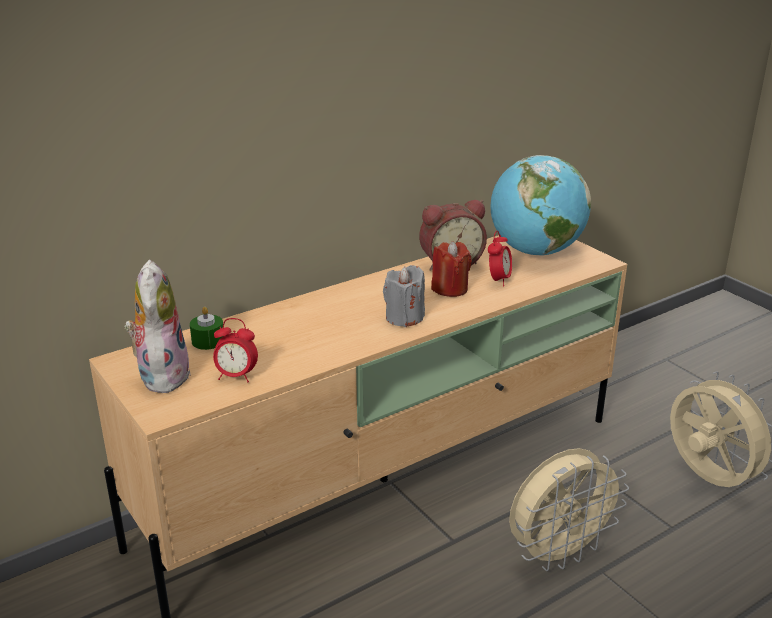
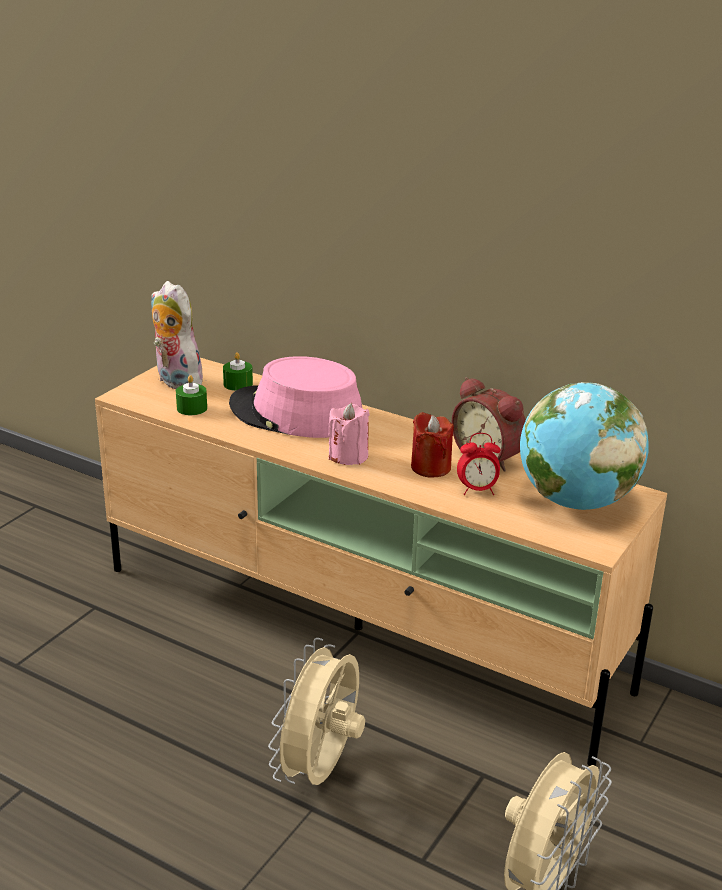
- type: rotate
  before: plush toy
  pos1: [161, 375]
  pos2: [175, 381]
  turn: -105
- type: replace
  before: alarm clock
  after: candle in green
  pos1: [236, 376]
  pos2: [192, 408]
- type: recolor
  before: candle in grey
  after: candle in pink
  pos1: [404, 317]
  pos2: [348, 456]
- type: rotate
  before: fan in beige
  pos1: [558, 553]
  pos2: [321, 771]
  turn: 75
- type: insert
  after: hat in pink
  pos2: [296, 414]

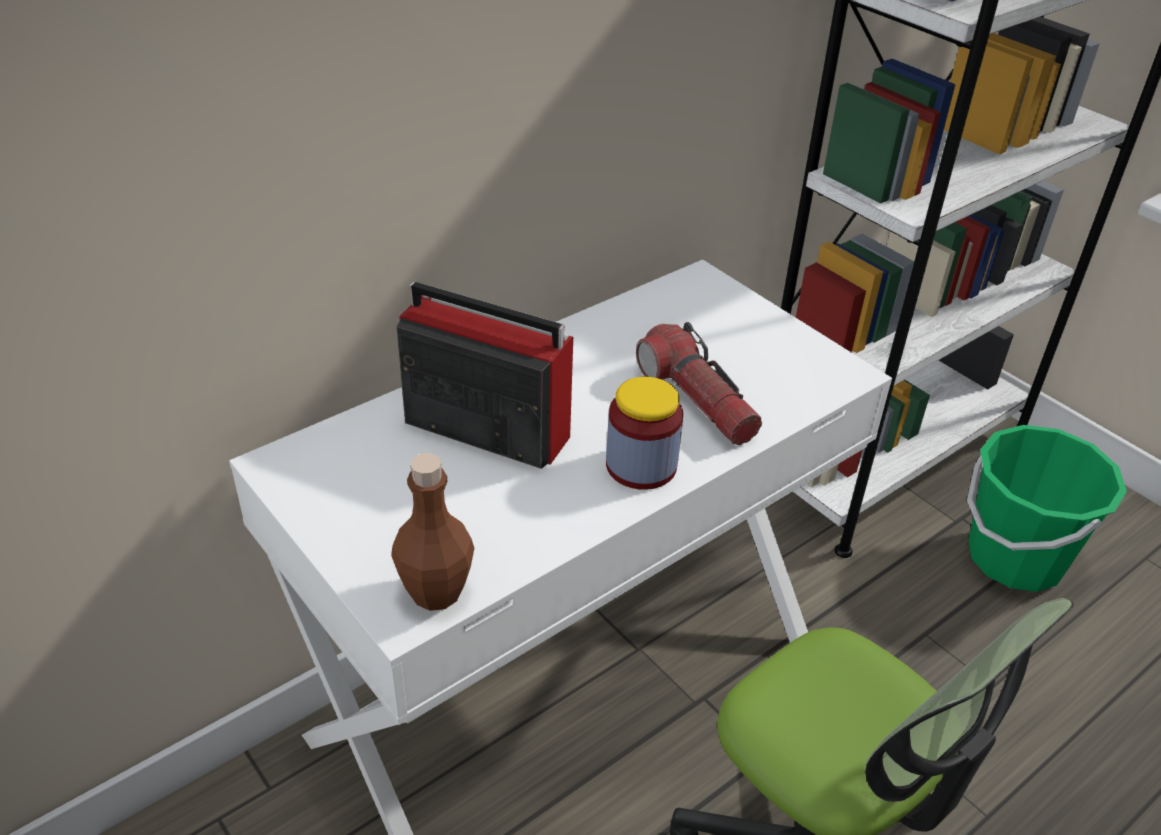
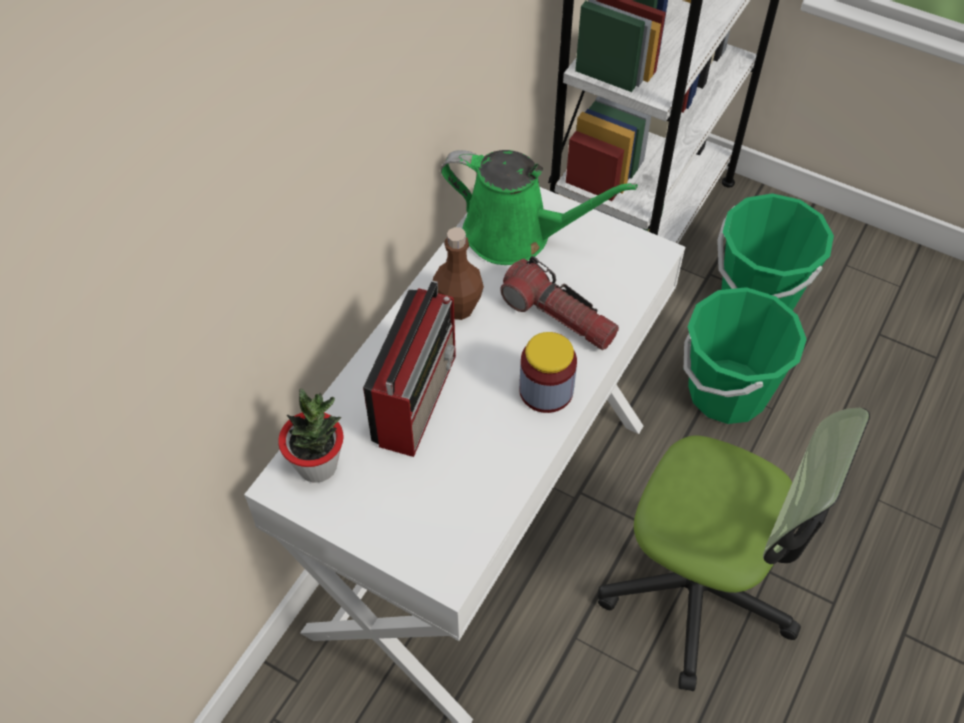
- type: move
  before: bottle in brown
  pos1: [436, 592]
  pos2: [458, 308]
- type: rotate
  before: radio
  pos1: [483, 428]
  pos2: [417, 397]
  turn: 105
- type: insert
  after: potted plant
  pos2: [318, 465]
- type: insert
  after: watering can in green
  pos2: [516, 234]
- type: insert
  after: bucket in green
  pos2: [727, 392]

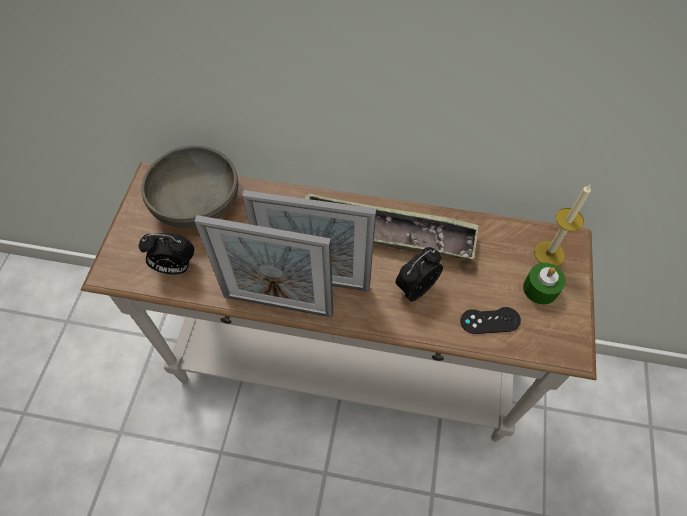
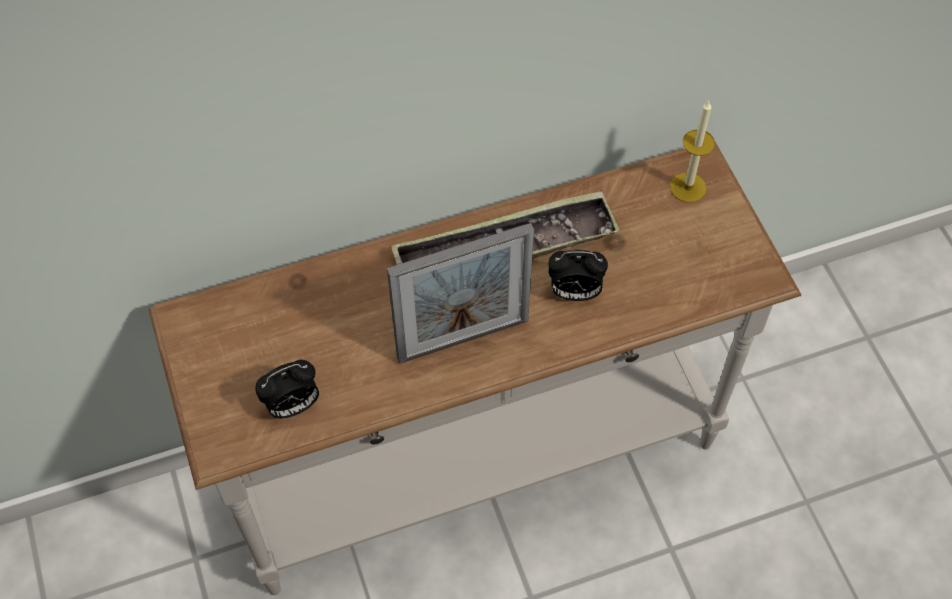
- type: delete
  before: bowl in grey
  pos1: [197, 203]
- type: delete
  before: picture frame
  pos1: [278, 304]
- type: rotate
  before: alarm clock
  pos1: [415, 288]
  pos2: [574, 292]
  turn: -105
- type: delete
  before: game controller in black
  pos1: [490, 320]
- type: delete
  before: candle in green
  pos1: [540, 289]

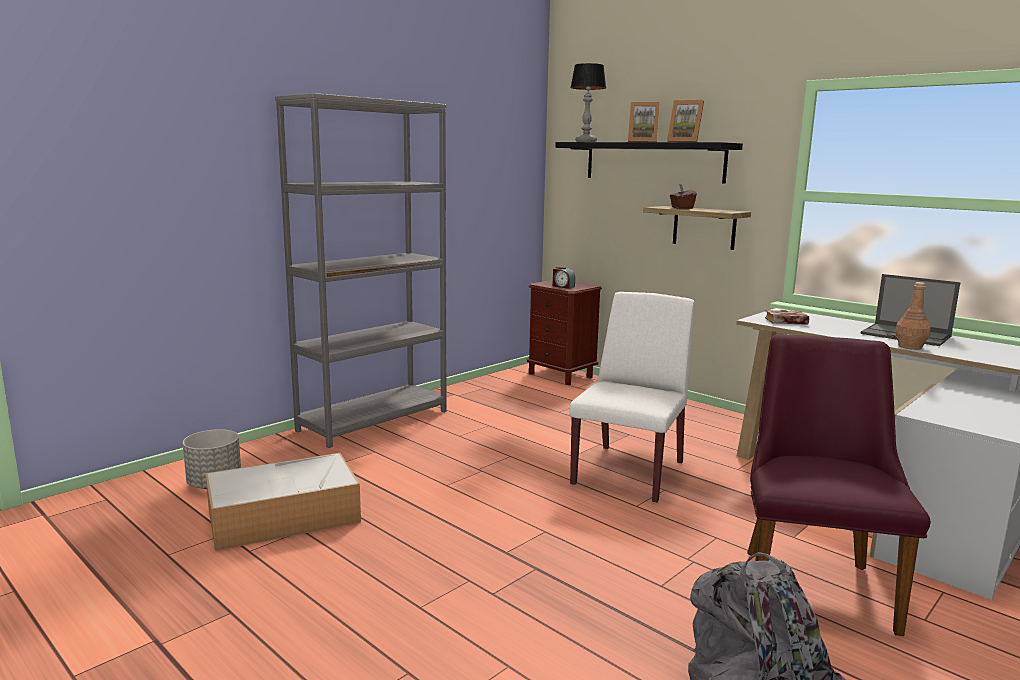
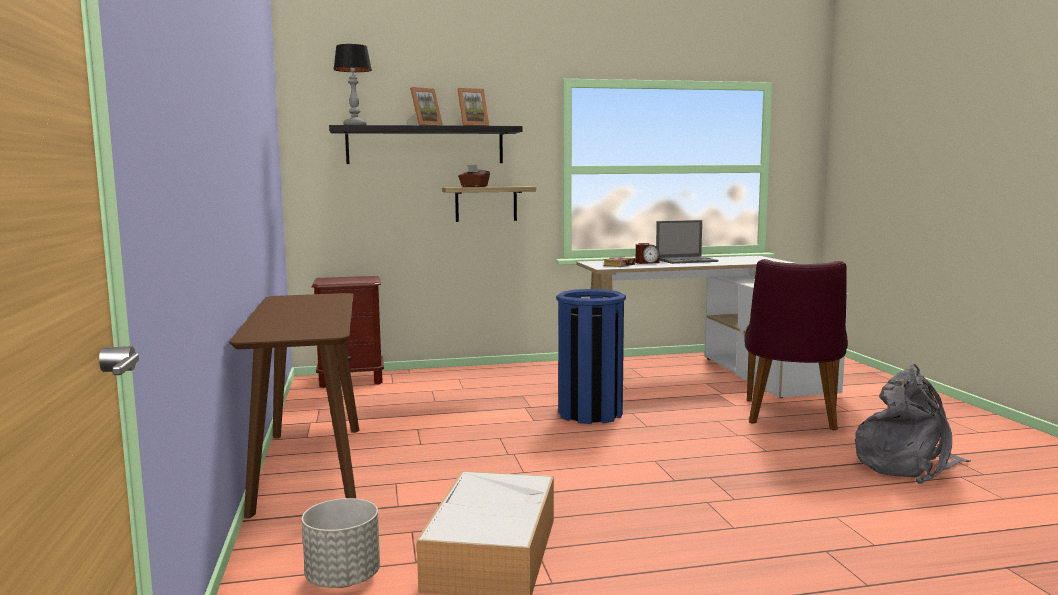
- type: replace
  before: bookcase in grey
  after: console table in brown
  pos1: [374, 420]
  pos2: [309, 467]
- type: move
  before: alarm clock
  pos1: [563, 286]
  pos2: [647, 262]
- type: replace
  before: chair in white
  after: trash can in blue
  pos1: [629, 472]
  pos2: [590, 413]
- type: rotate
  before: chair in purple
  pos1: [812, 580]
  pos2: [791, 417]
  turn: -120
- type: delete
  before: bottle in brown
  pos1: [910, 347]

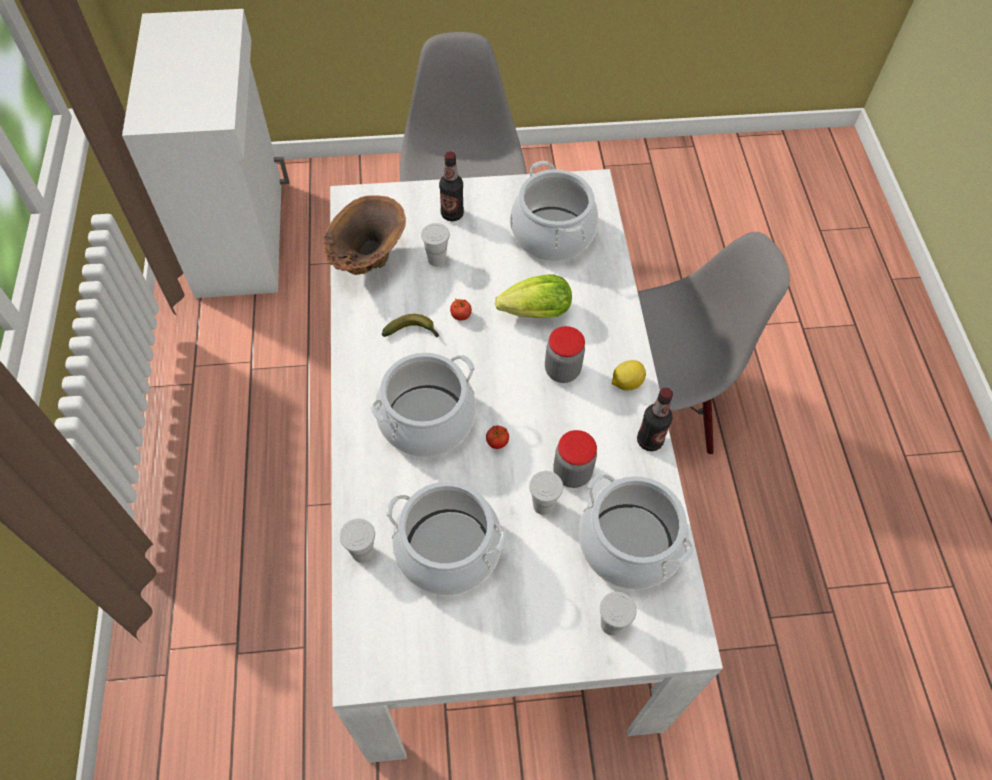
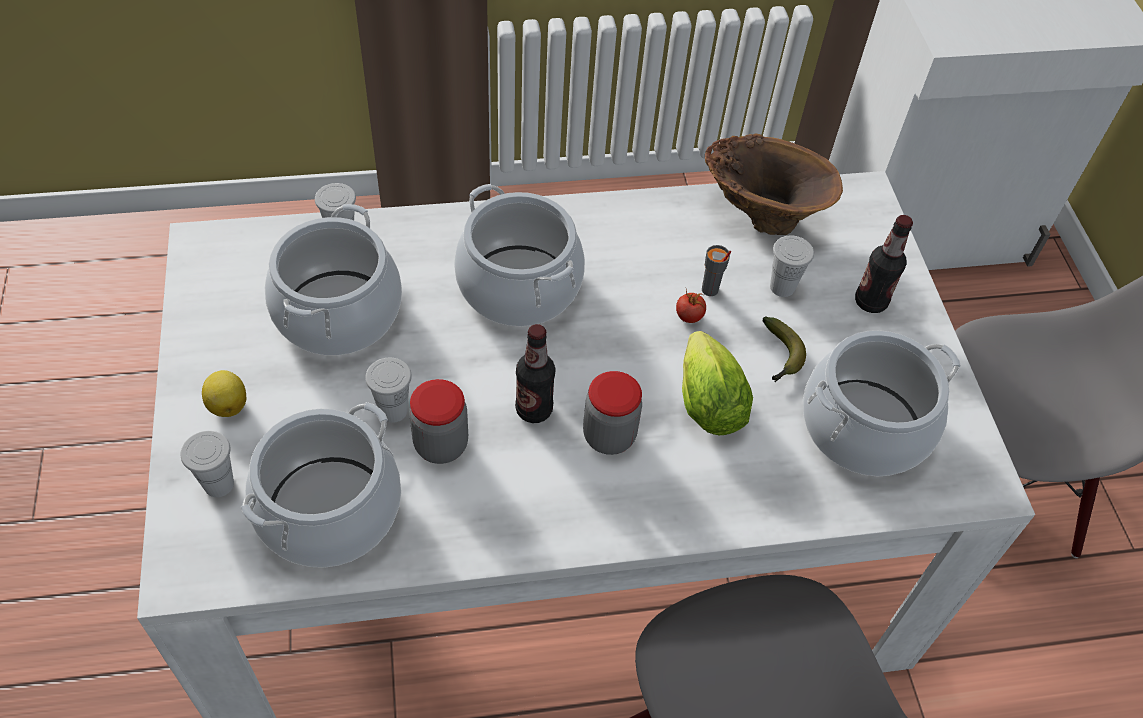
- type: move
  before: banana
  pos1: [413, 332]
  pos2: [780, 356]
- type: delete
  before: tomato
  pos1: [497, 442]
- type: move
  before: lemon
  pos1: [626, 383]
  pos2: [228, 404]
- type: move
  before: bottle
  pos1: [649, 440]
  pos2: [534, 409]
- type: insert
  after: cup in grey
  pos2: [710, 290]

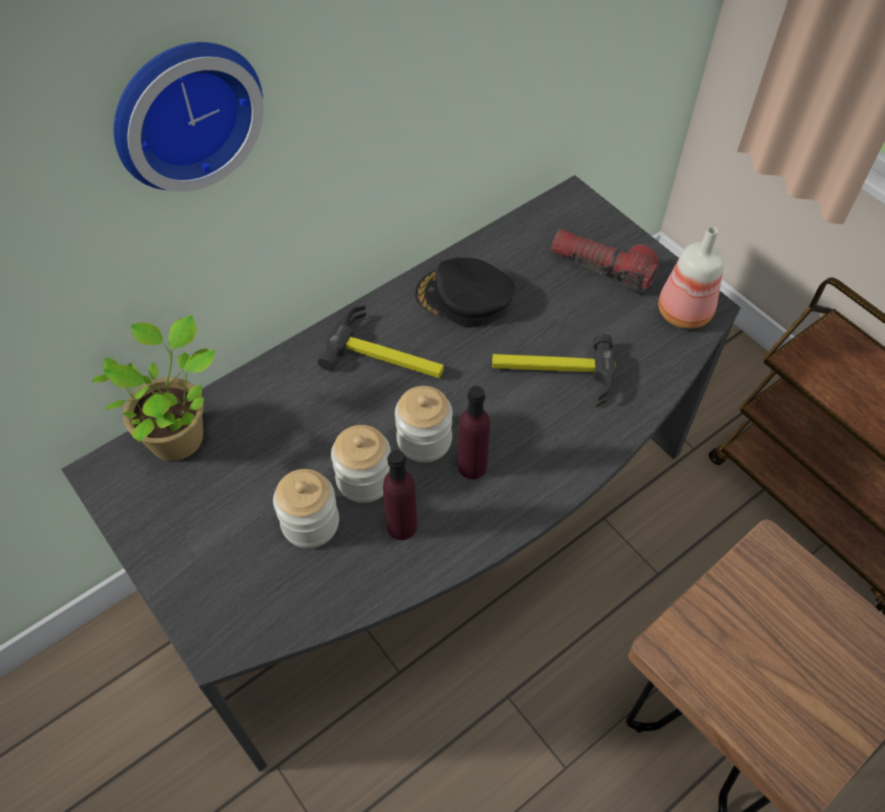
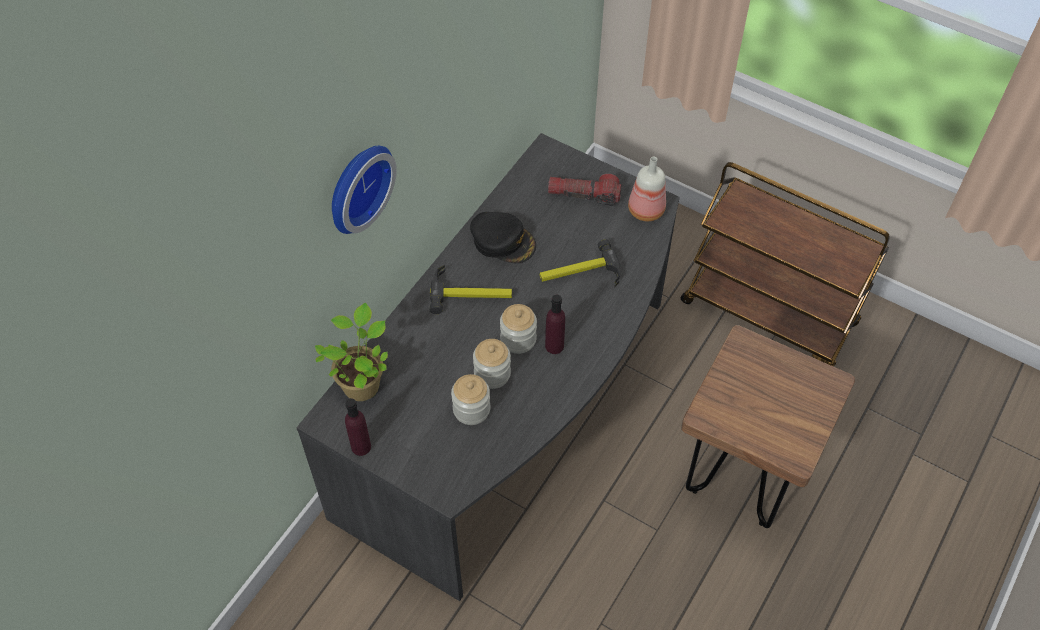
- type: move
  before: bottle in purple
  pos1: [402, 526]
  pos2: [361, 446]
- type: rotate
  before: cap in black
  pos1: [463, 298]
  pos2: [503, 241]
  turn: -150

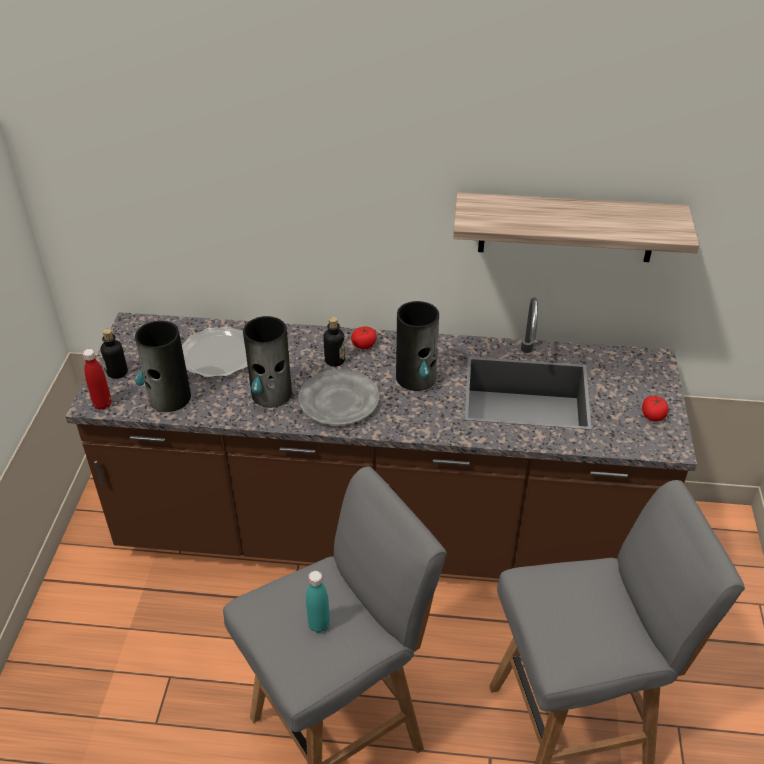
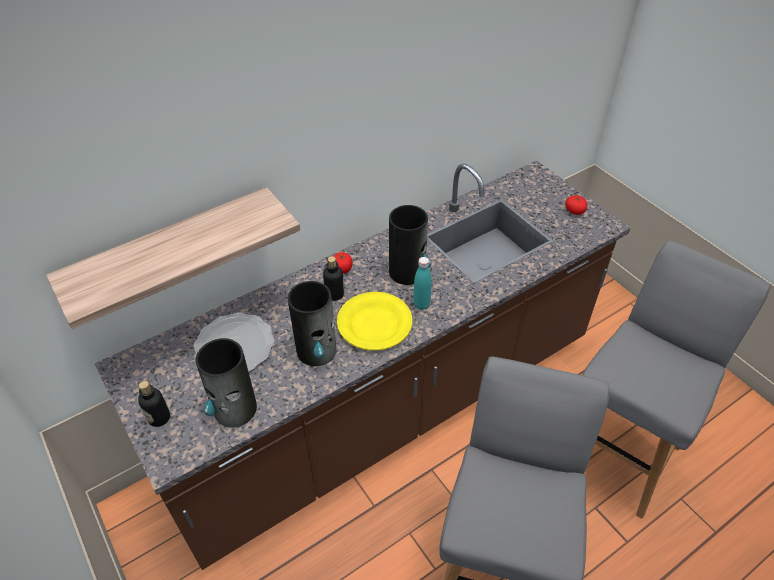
- type: delete
  before: bottle in red
  pos1: [102, 404]
- type: recolor
  before: plate in grey
  after: plate in yellow
  pos1: [339, 401]
  pos2: [375, 324]
- type: move
  before: bottle in turquoise
  pos1: [319, 625]
  pos2: [421, 304]
- type: move
  before: shelf
  pos1: [567, 227]
  pos2: [171, 252]

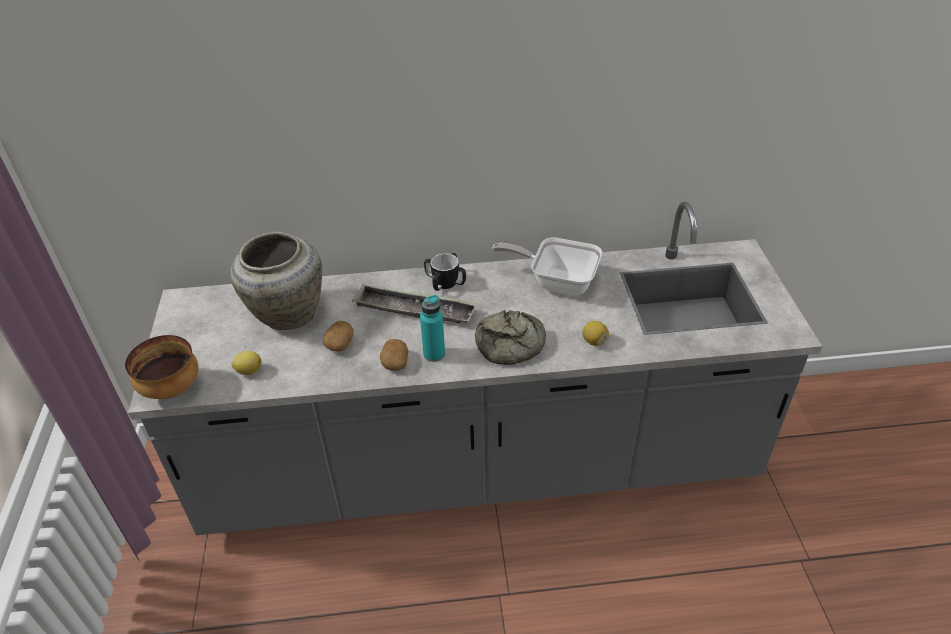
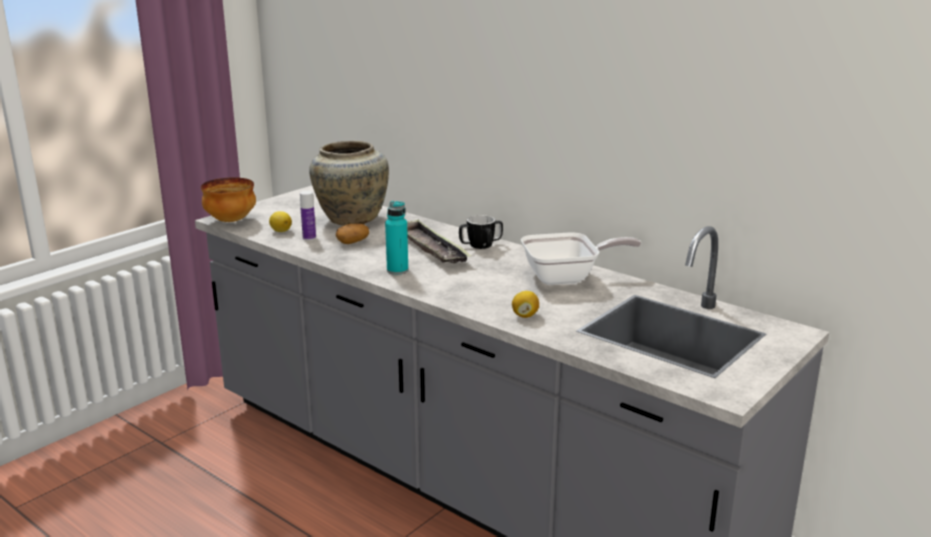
- type: delete
  before: potato
  pos1: [395, 362]
- type: delete
  before: bread
  pos1: [511, 345]
- type: rotate
  before: frying pan
  pos1: [557, 281]
  pos2: [567, 277]
  turn: 105
- type: insert
  after: bottle
  pos2: [309, 238]

